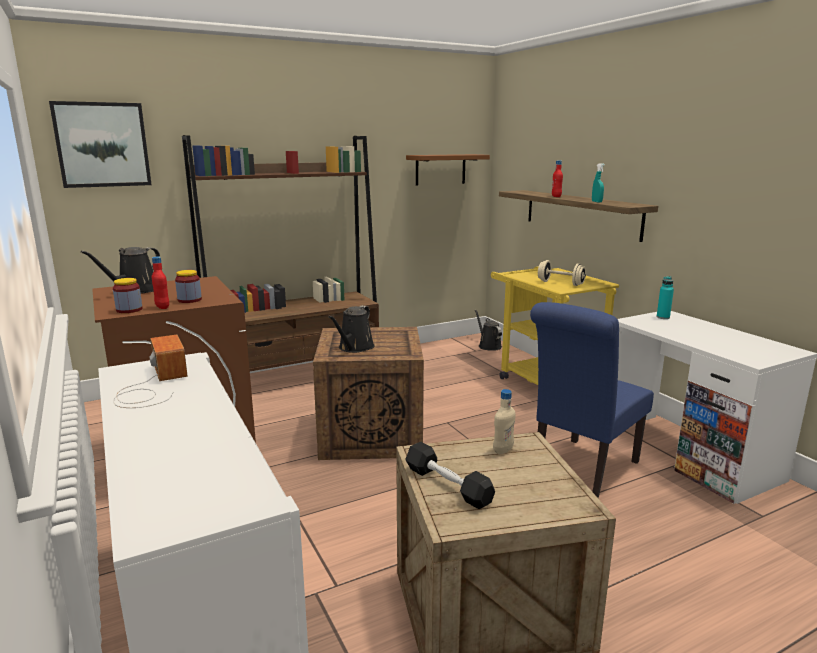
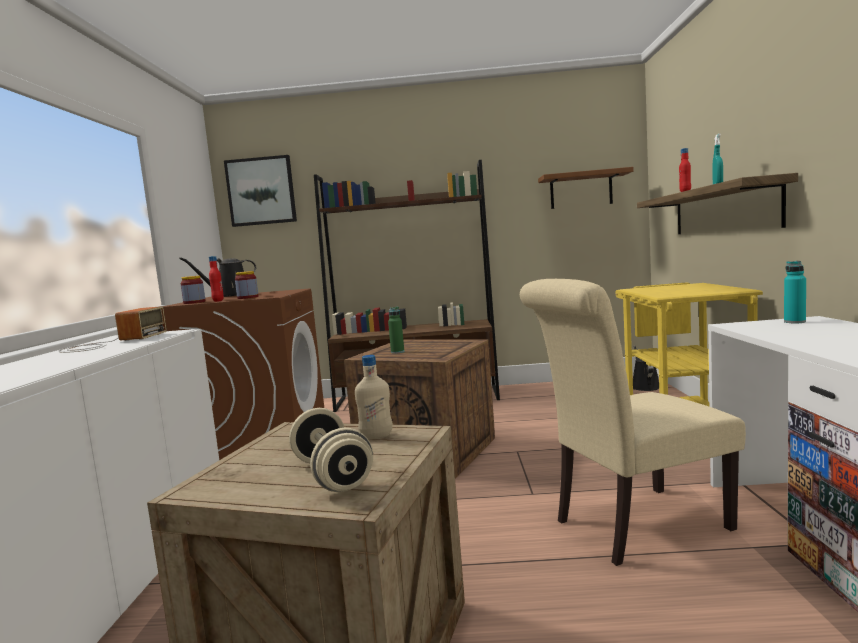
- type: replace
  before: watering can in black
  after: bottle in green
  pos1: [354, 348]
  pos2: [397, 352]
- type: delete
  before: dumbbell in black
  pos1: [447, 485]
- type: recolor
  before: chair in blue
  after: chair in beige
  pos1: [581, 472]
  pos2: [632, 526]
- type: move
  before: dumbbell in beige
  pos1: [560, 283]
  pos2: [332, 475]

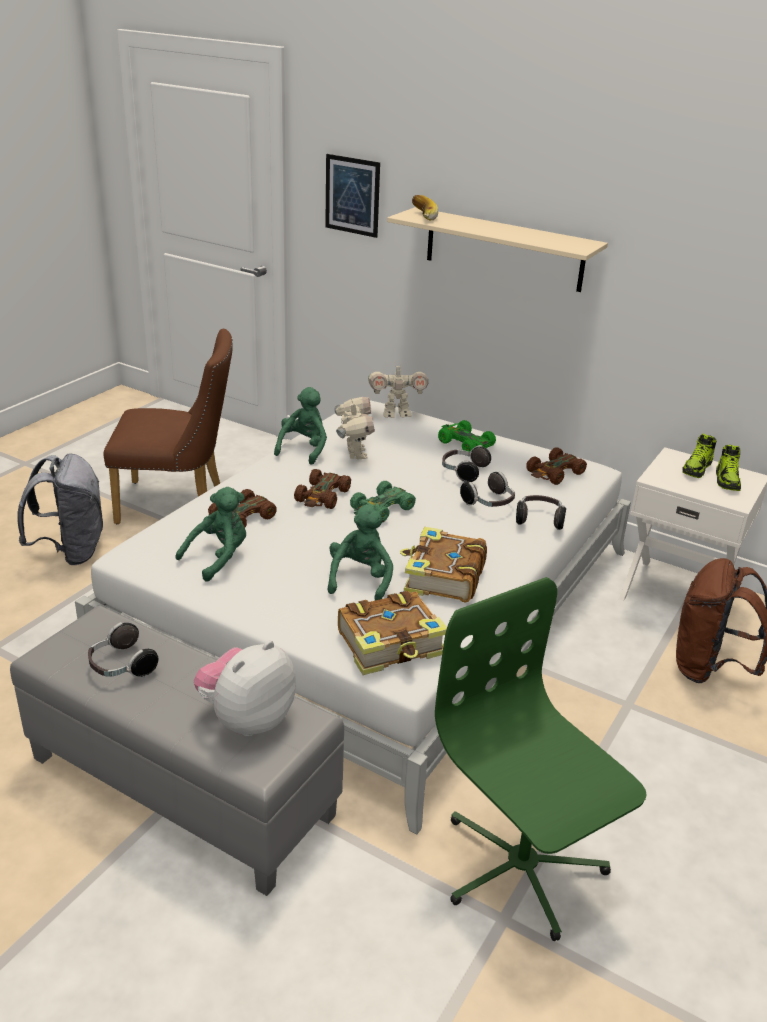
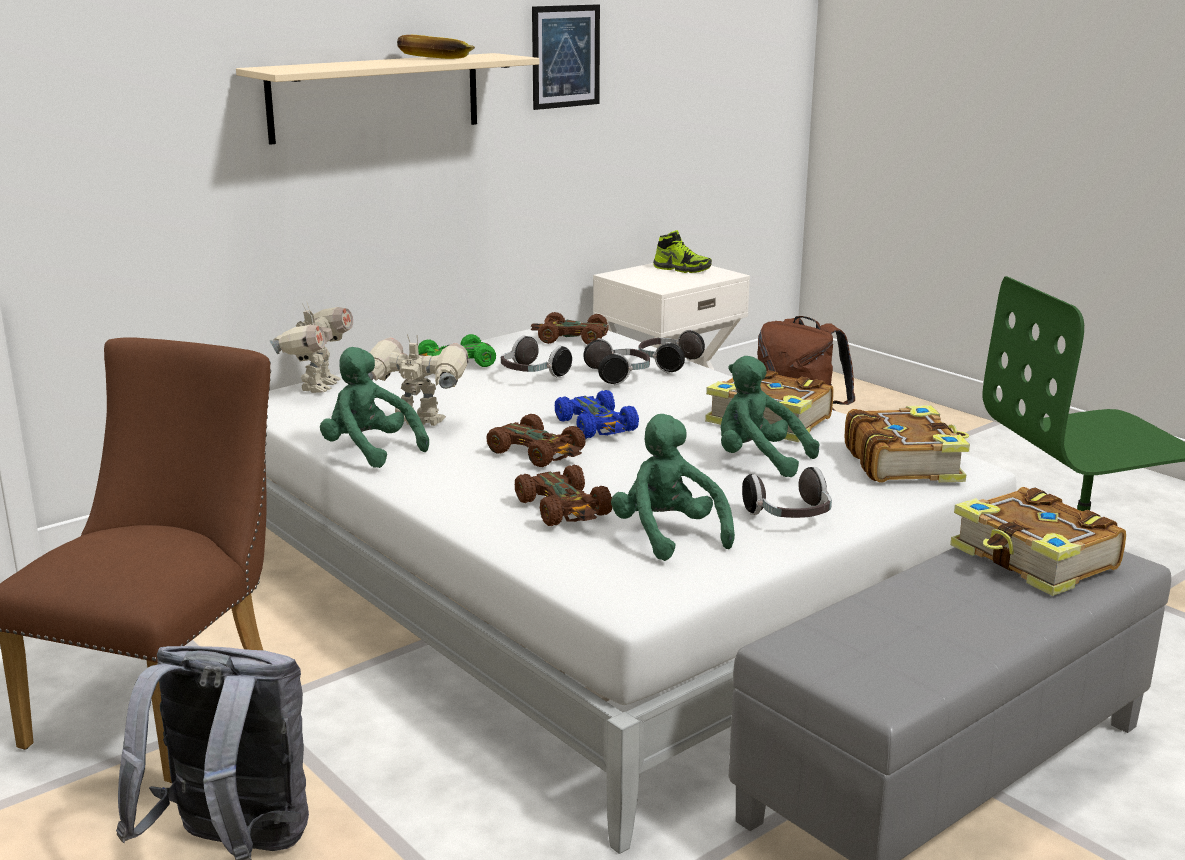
- type: move
  before: headphones
  pos1: [121, 666]
  pos2: [790, 517]
- type: replace
  before: plush toy
  after: book
  pos1: [247, 719]
  pos2: [1034, 560]
- type: move
  before: picture
  pos1: [352, 195]
  pos2: [565, 56]
- type: recolor
  before: toy car in green
  after: toy car in blue
  pos1: [381, 509]
  pos2: [597, 426]
- type: move
  before: banana
  pos1: [420, 216]
  pos2: [435, 59]
- type: rotate
  before: toy car in brown
  pos1: [554, 473]
  pos2: [571, 338]
  turn: 120
- type: delete
  before: shoe
  pos1: [697, 468]

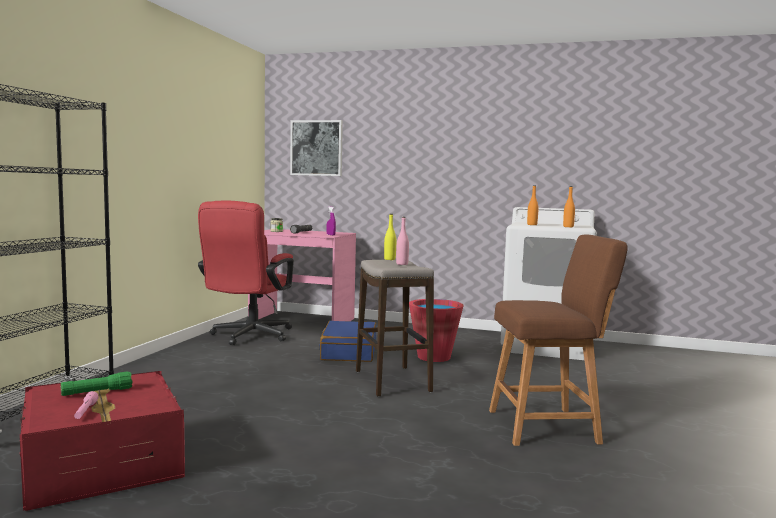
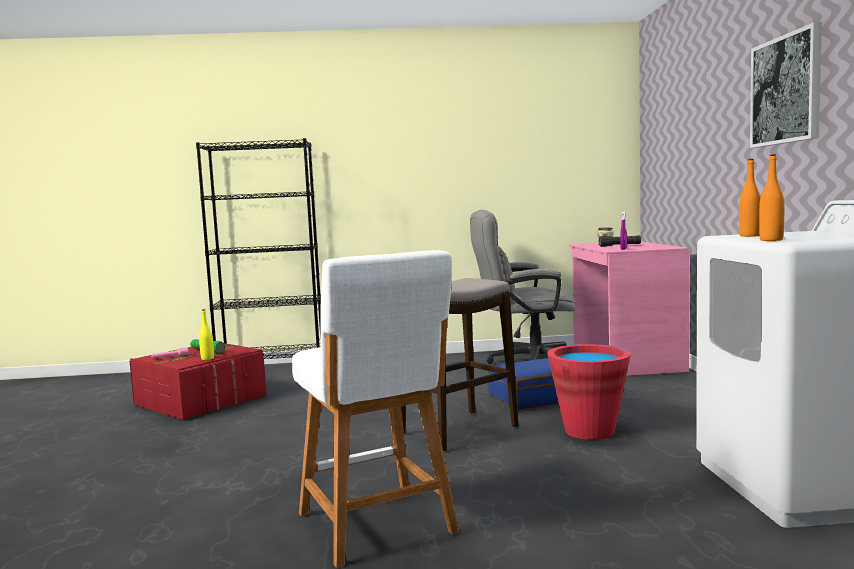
- type: recolor
  before: office chair in red
  after: office chair in grey
  pos1: [248, 336]
  pos2: [525, 360]
- type: move
  before: picture
  pos1: [316, 148]
  pos2: [786, 90]
- type: move
  before: bottle in yellow
  pos1: [389, 259]
  pos2: [207, 358]
- type: delete
  before: bottle in pink
  pos1: [402, 264]
- type: recolor
  before: stool in brown
  after: stool in white
  pos1: [548, 426]
  pos2: [379, 526]

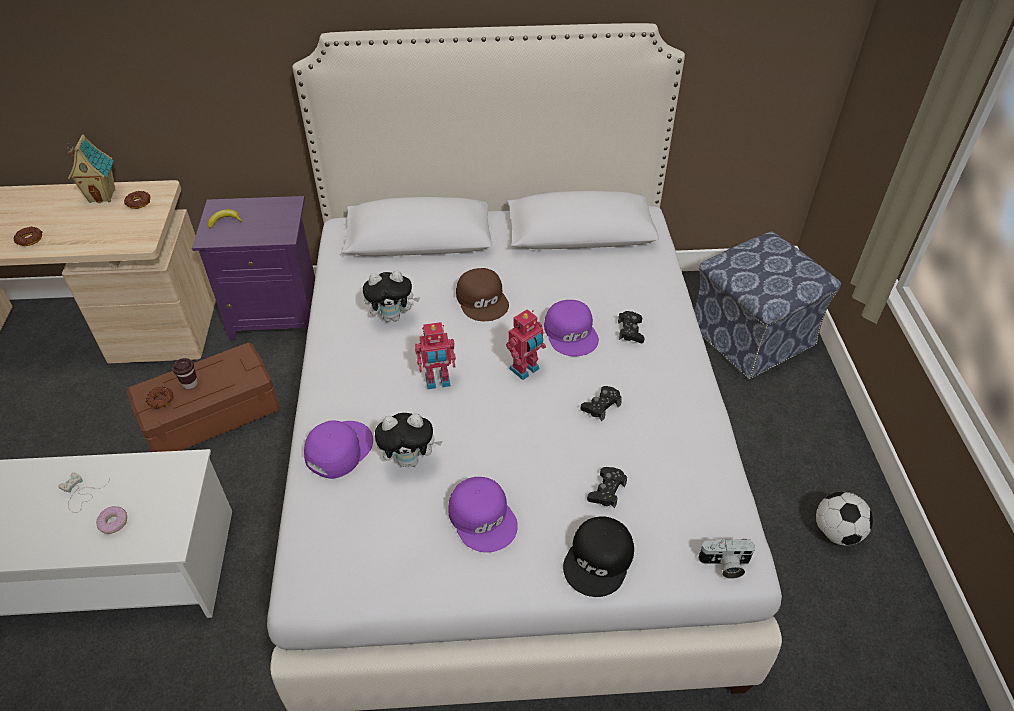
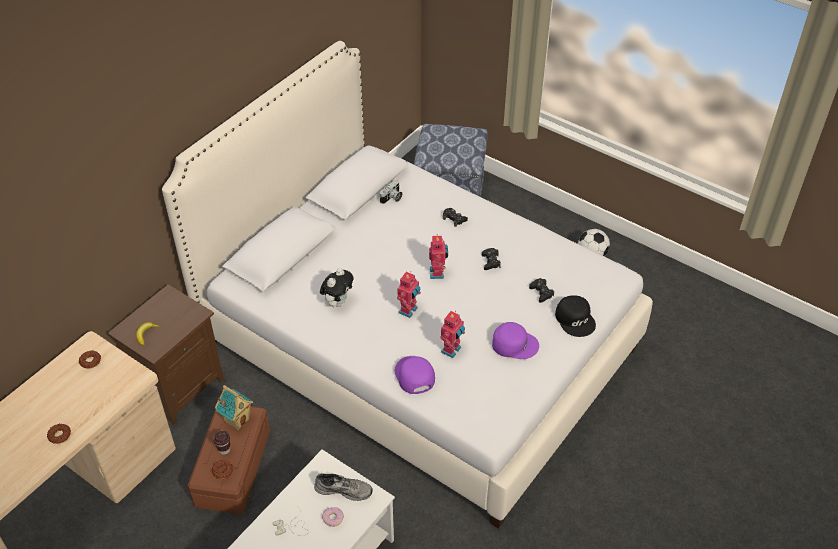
- type: move
  before: toy house
  pos1: [103, 195]
  pos2: [237, 420]
- type: recolor
  before: nightstand in purple
  after: nightstand in brown
  pos1: [276, 315]
  pos2: [178, 388]
- type: replace
  before: plush toy
  after: toy robot
  pos1: [410, 459]
  pos2: [452, 350]
- type: delete
  before: cap in brown
  pos1: [483, 300]
- type: delete
  before: cap in purple
  pos1: [571, 333]
- type: move
  before: photo camera
  pos1: [725, 565]
  pos2: [392, 198]
- type: insert
  after: shoe in grey
  pos2: [344, 489]

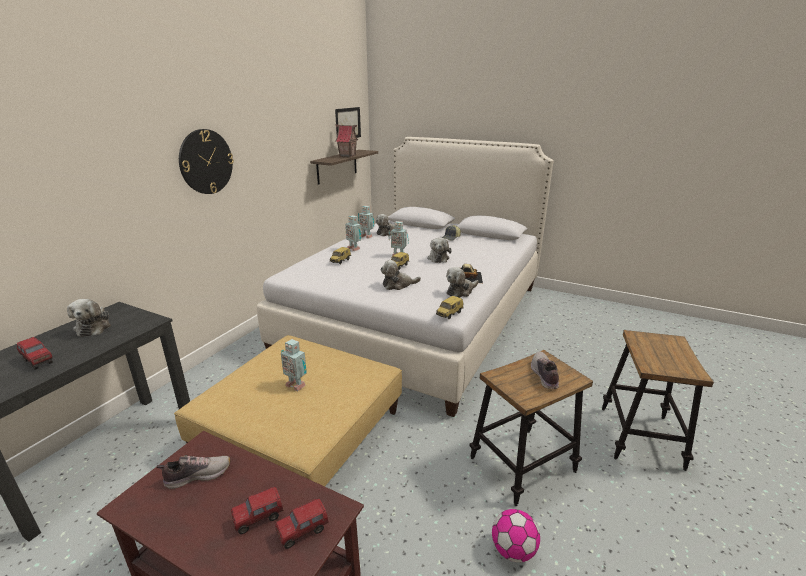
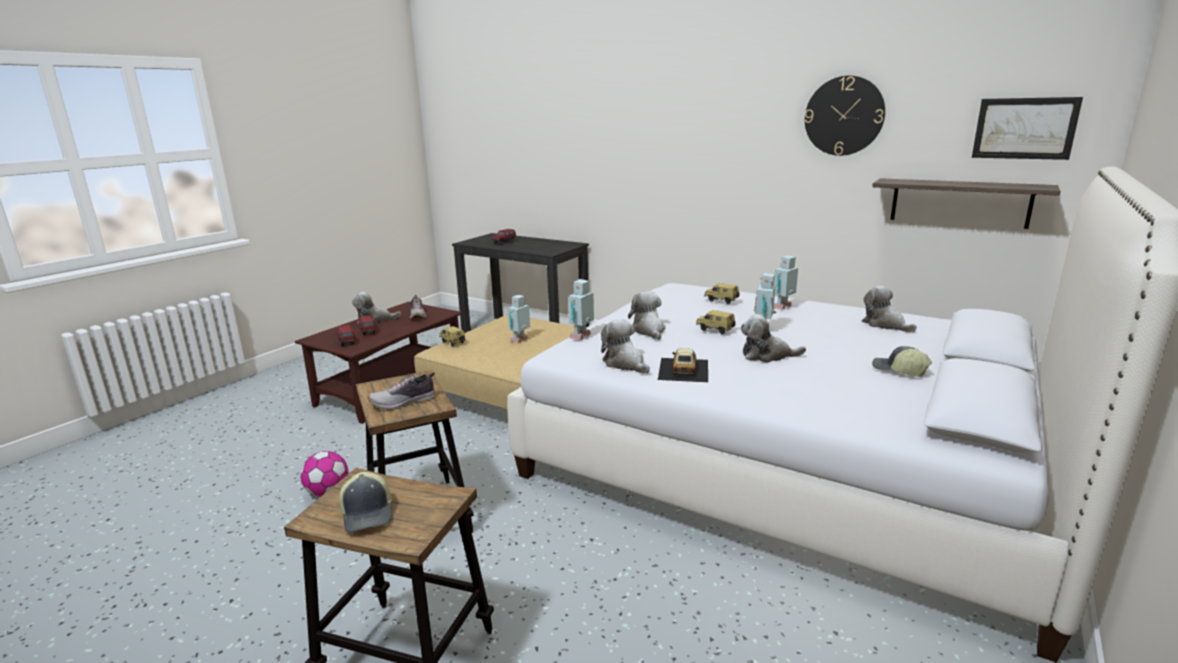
- type: move
  before: plush toy
  pos1: [94, 327]
  pos2: [375, 320]
- type: move
  before: wall clock
  pos1: [206, 162]
  pos2: [844, 116]
- type: delete
  before: toy house
  pos1: [347, 155]
- type: move
  before: toy robot
  pos1: [366, 236]
  pos2: [582, 336]
- type: move
  before: toy car
  pos1: [449, 314]
  pos2: [452, 343]
- type: rotate
  before: shoe
  pos1: [544, 375]
  pos2: [404, 402]
  turn: 150
- type: insert
  after: cap
  pos2: [369, 513]

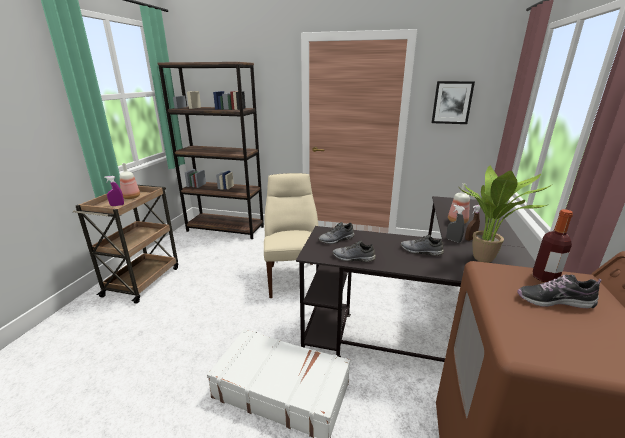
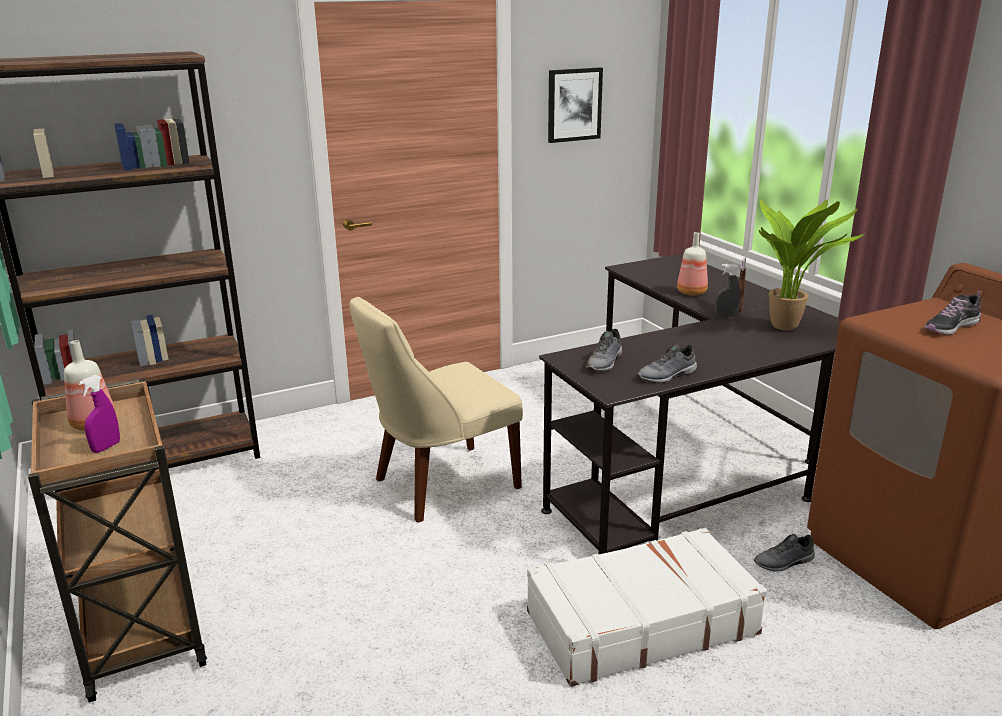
- type: rotate
  before: chair in beige
  pos1: [293, 277]
  pos2: [440, 485]
  turn: -75
- type: move
  before: shoe in grey
  pos1: [420, 251]
  pos2: [784, 563]
- type: delete
  before: bottle
  pos1: [544, 278]

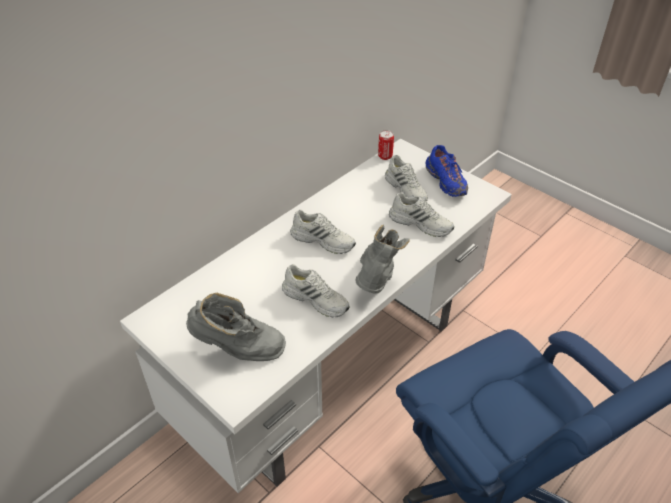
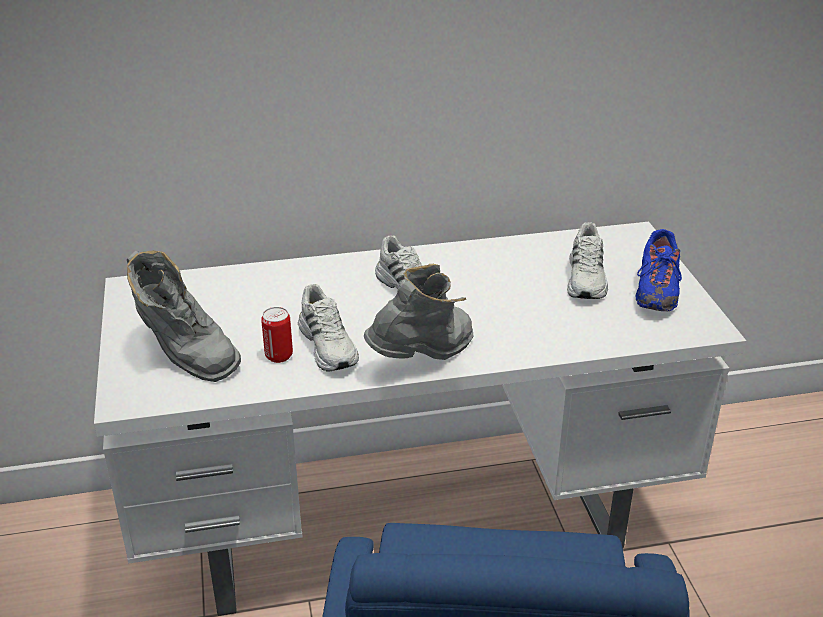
- type: move
  before: can
  pos1: [385, 156]
  pos2: [279, 356]
- type: delete
  before: shoe in white
  pos1: [421, 223]

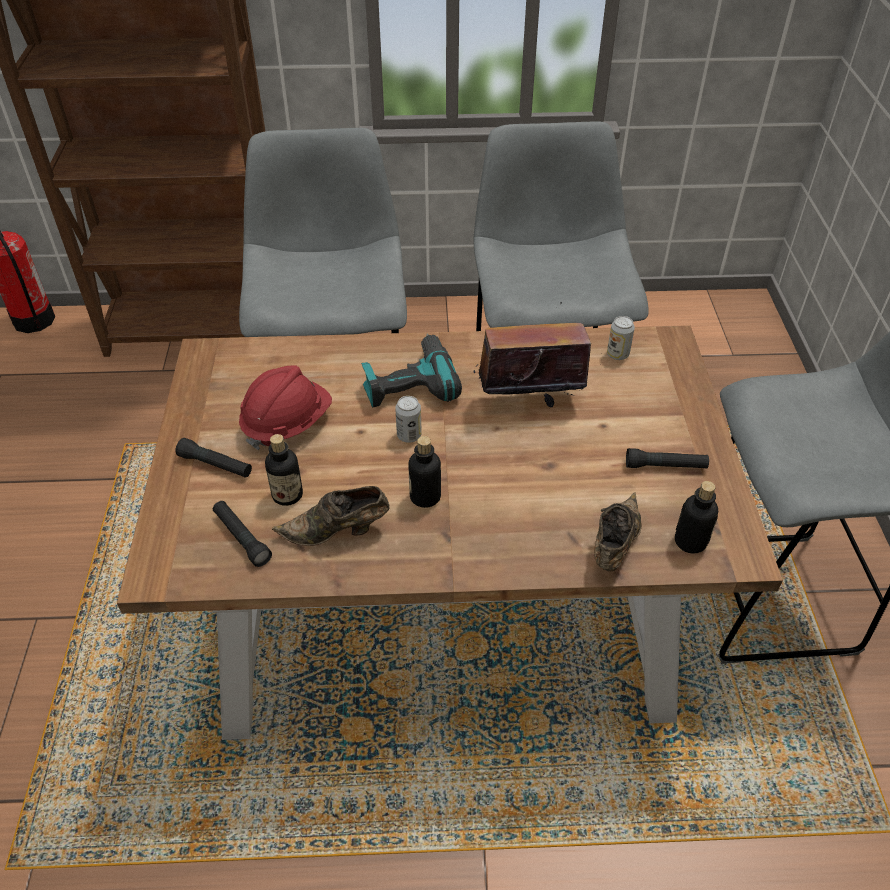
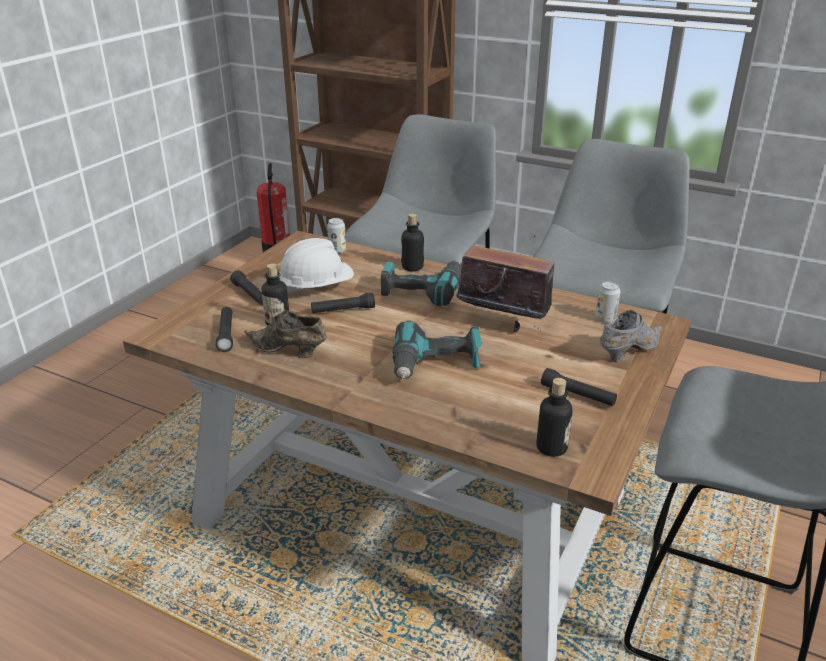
- type: recolor
  before: hard hat in red
  after: hard hat in white
  pos1: [287, 423]
  pos2: [316, 287]
- type: move
  before: can
  pos1: [409, 435]
  pos2: [337, 250]
- type: move
  before: bottle
  pos1: [425, 497]
  pos2: [412, 267]
- type: delete
  before: shoe in brown
  pos1: [614, 546]
- type: insert
  after: flashlight in black
  pos2: [343, 310]
- type: insert
  after: power drill
  pos2: [436, 364]
- type: insert
  after: shoe in grey
  pos2: [627, 352]

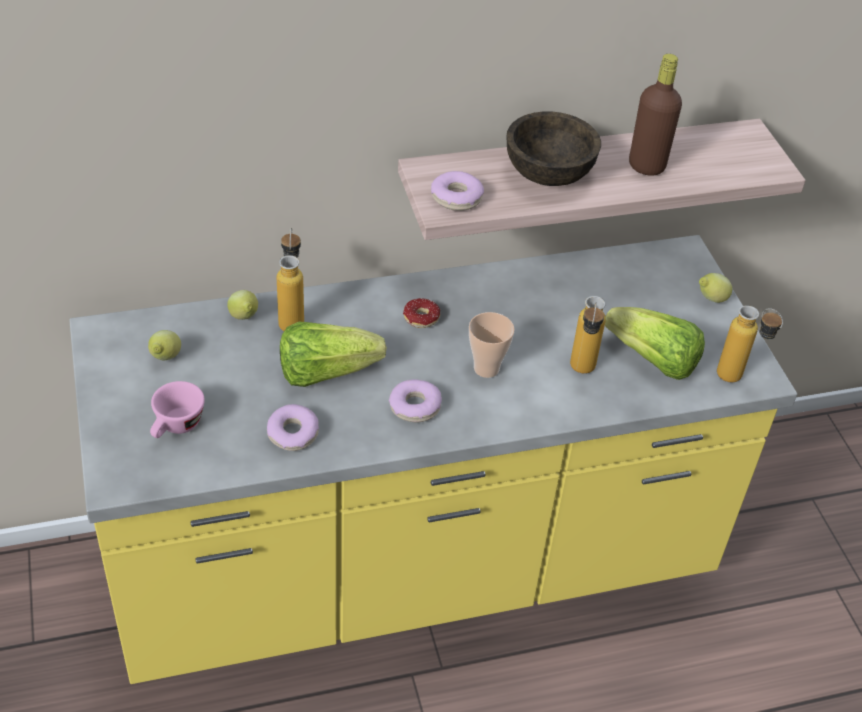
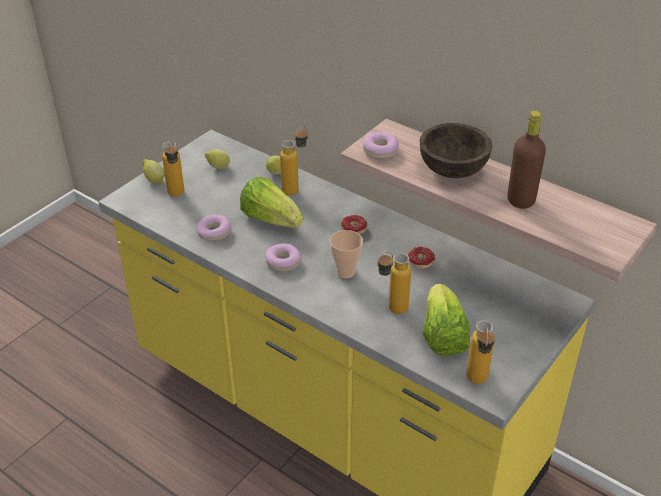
- type: replace
  before: cup in pink
  after: bottle
  pos1: [176, 427]
  pos2: [177, 196]
- type: move
  before: lemon
  pos1: [711, 299]
  pos2: [154, 180]
- type: insert
  after: donut
  pos2: [416, 262]

